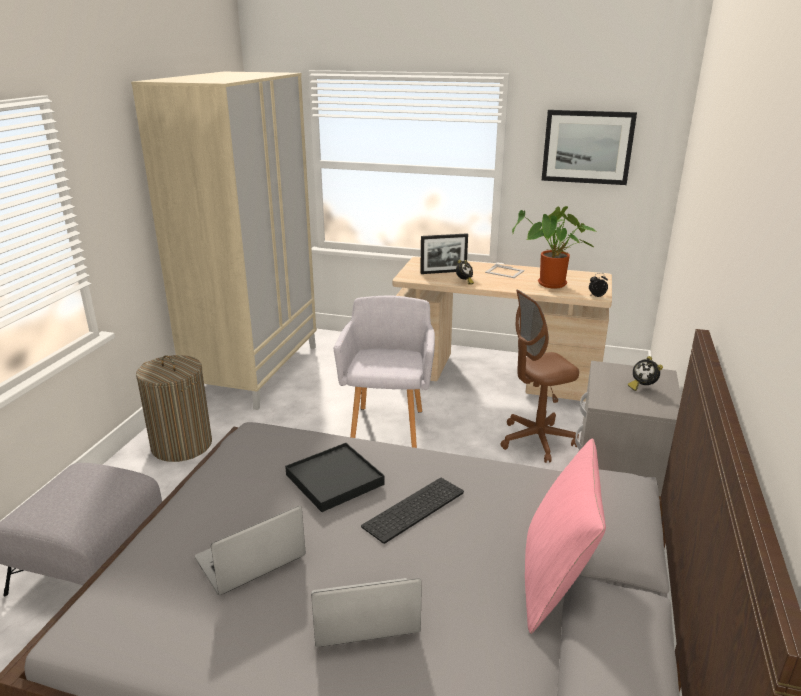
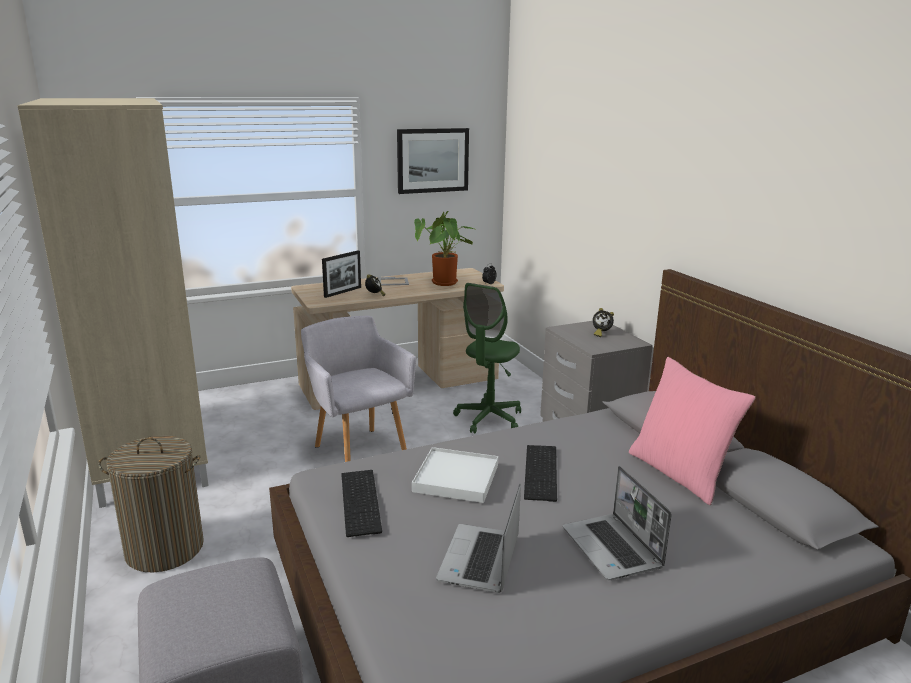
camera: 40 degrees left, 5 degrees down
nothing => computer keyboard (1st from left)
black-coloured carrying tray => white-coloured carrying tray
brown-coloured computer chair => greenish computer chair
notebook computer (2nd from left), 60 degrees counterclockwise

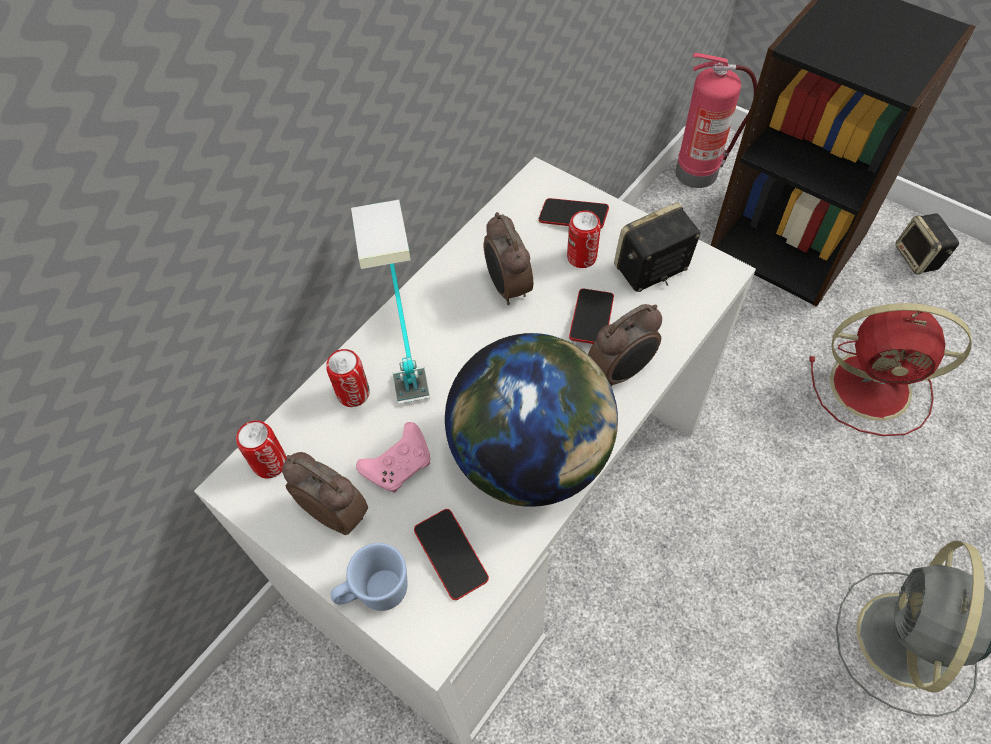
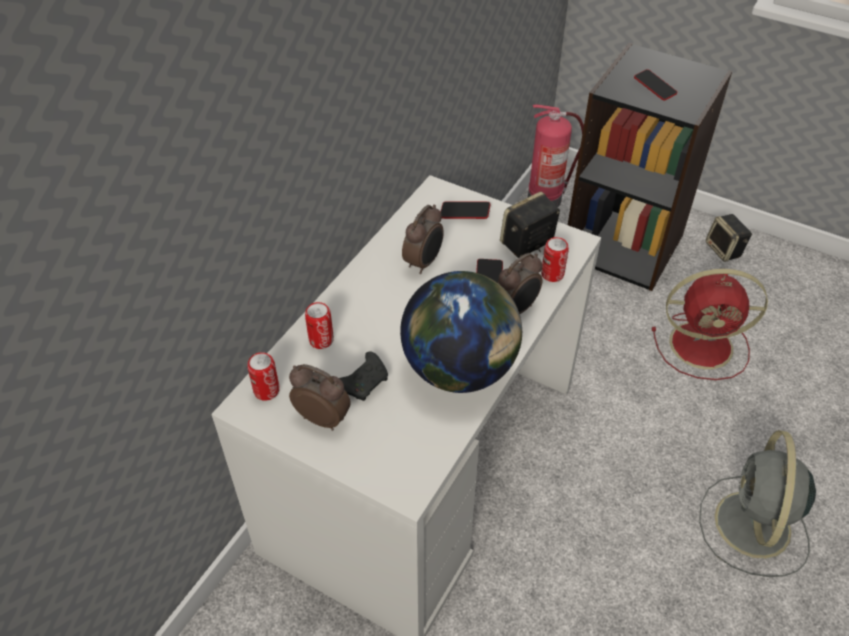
camera: 10 degrees left, 10 degrees down
blue coffee mug => nothing
lamp for a table => nothing
handset (1st from left in the first image) => handset (3rd from left), moved
can (3rd from left), moved
pink gamepad => black-coloured gamepad
table clock (2nd from left), 120 degrees counterclockwise

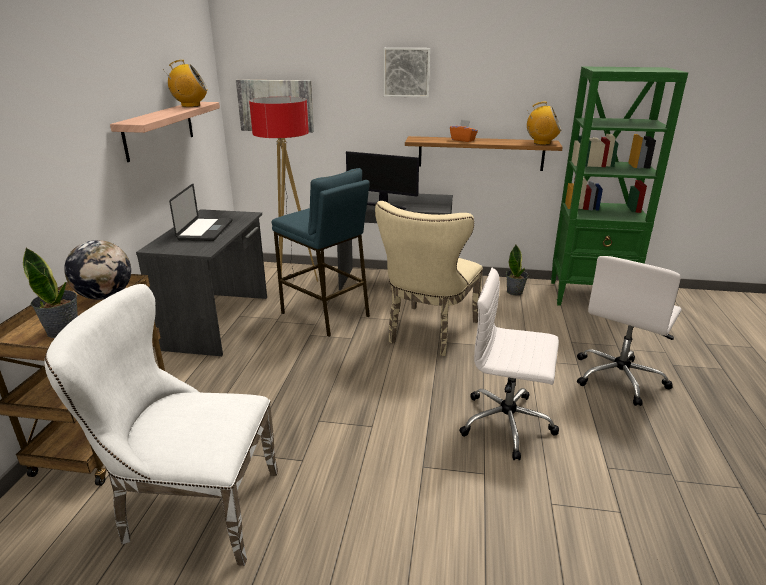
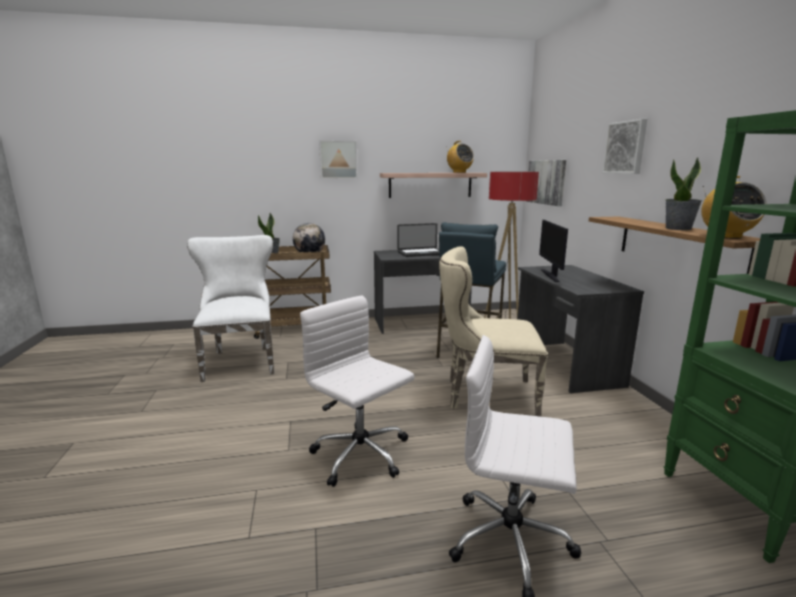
camera: 70 degrees right, 10 degrees down
orange-coloured tissue holder => nothing
nothing => wall picture (1st from left)
plant in a pot (2nd from left), moved
white-coloured computer chair (1st from left), 45 degrees counterclockwise

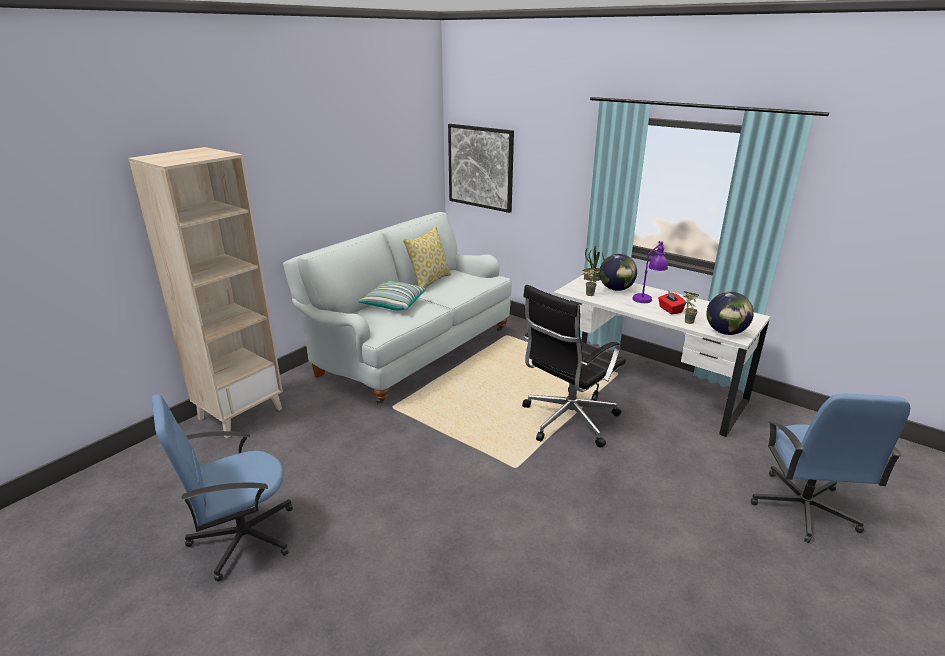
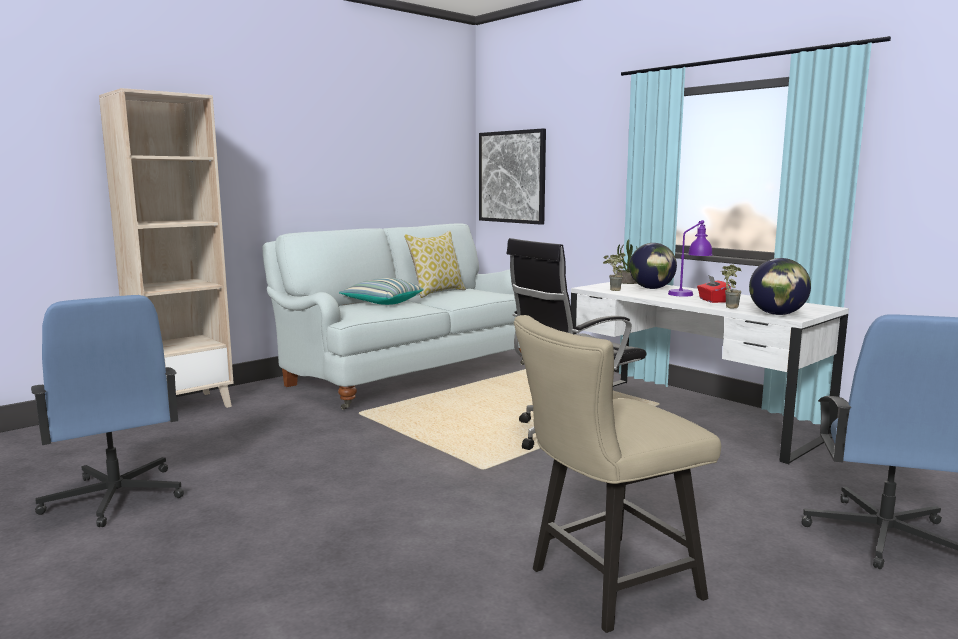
camera: 10 degrees right, 15 degrees down
nothing => beige-coloured chair
blue computer chair (1st from left), 105 degrees counterclockwise

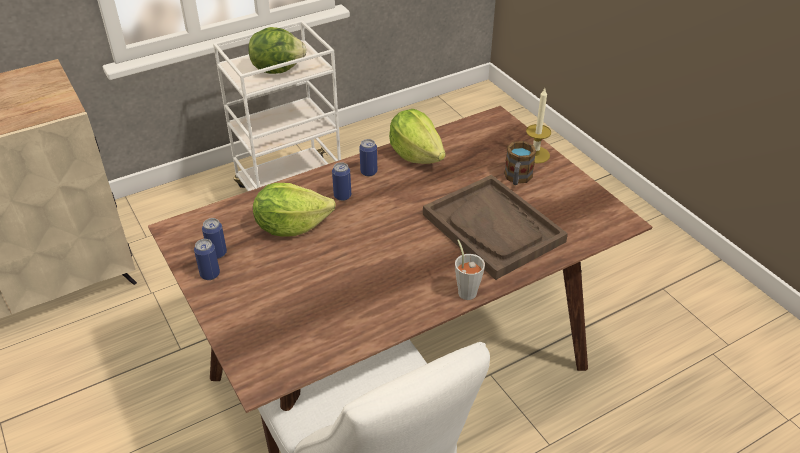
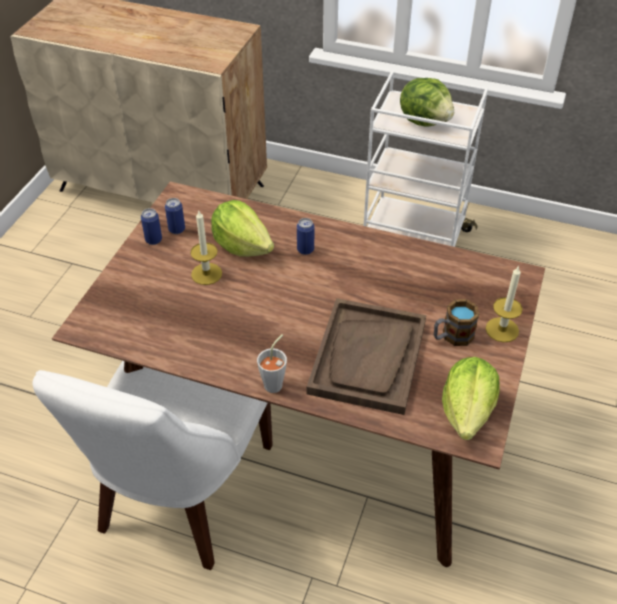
camera: 50 degrees right, 5 degrees up
can (4th from left) => nothing
nothing => wax light (1st from left)
head of lettuce (3rd from left), moved

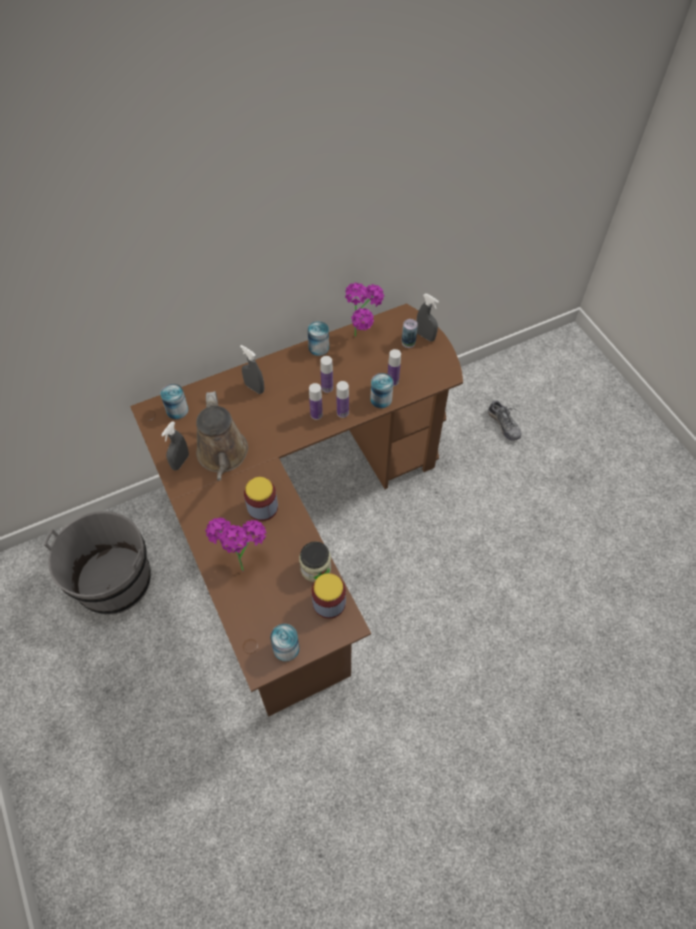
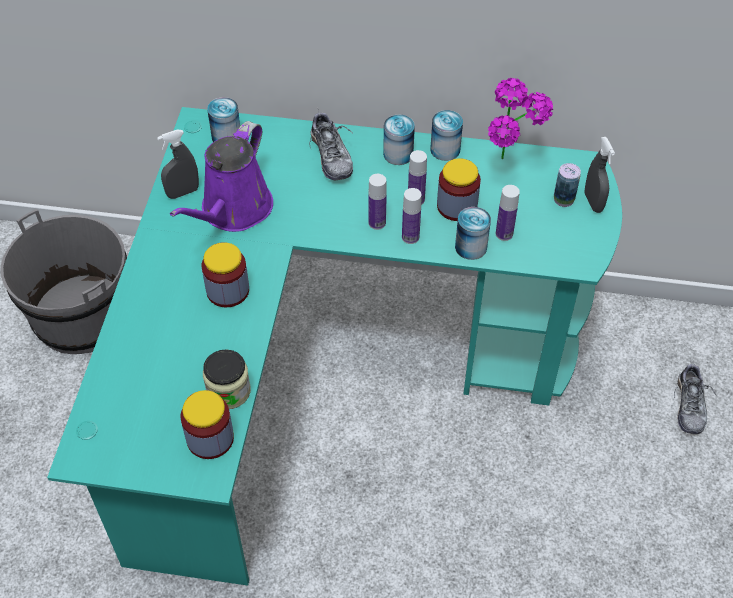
camera: 35 degrees right, 5 degrees down
plant in a pot (1st from left) => nothing
nothing => preserve jar (4th from left)
can (2nd from left), moved
grey spray bottle (2nd from left) => low shoe (1st from left)
brown-coloured desk => turquoise desk
brown-coloured watering pot => purple-coloured watering pot

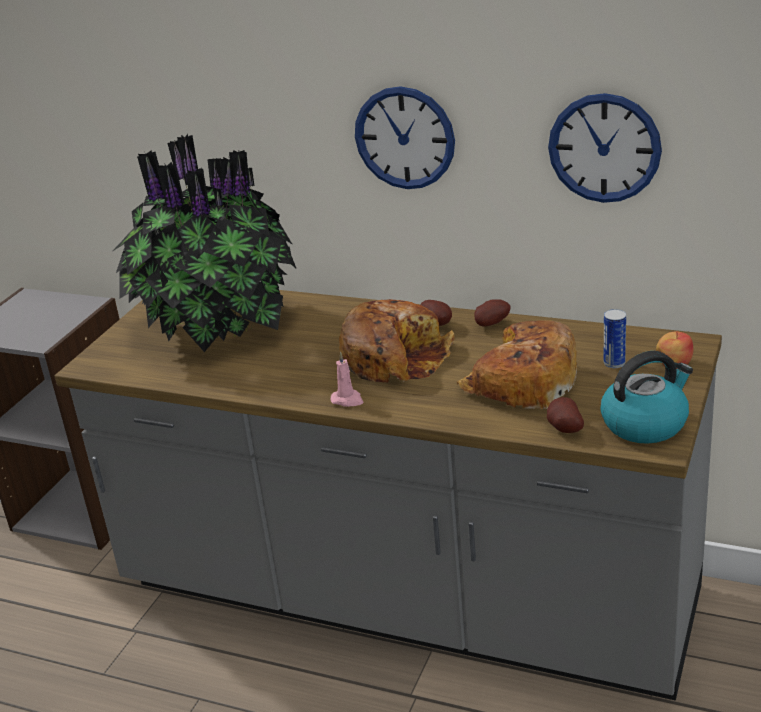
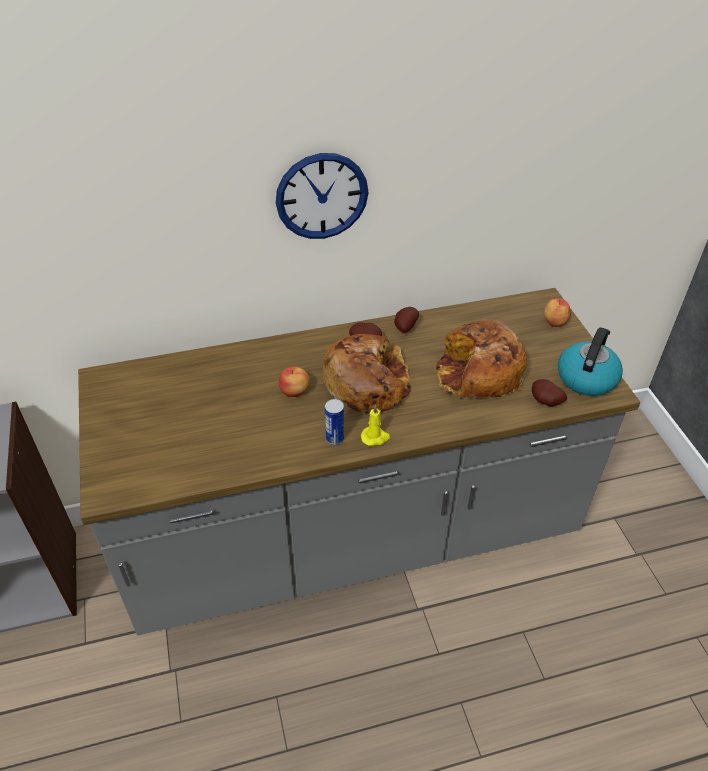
camera: 40 degrees left, 15 degrees up
plant in a pot => nothing
clock on the wall (2nd from left) => nothing
nothing => apple fruit (1st from left)
can, moved
pink wax light => yellow-coloured wax light

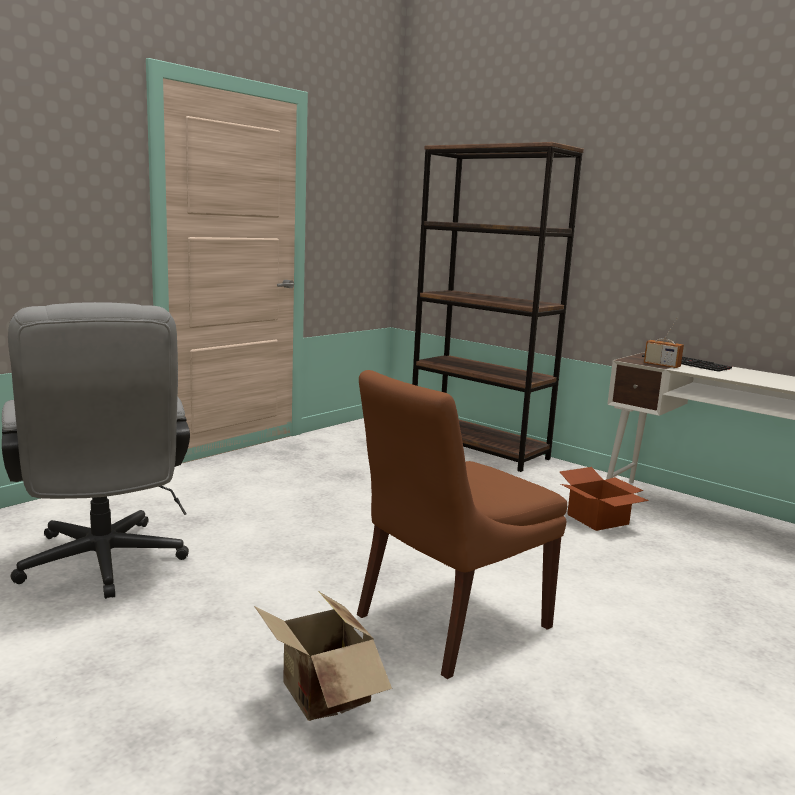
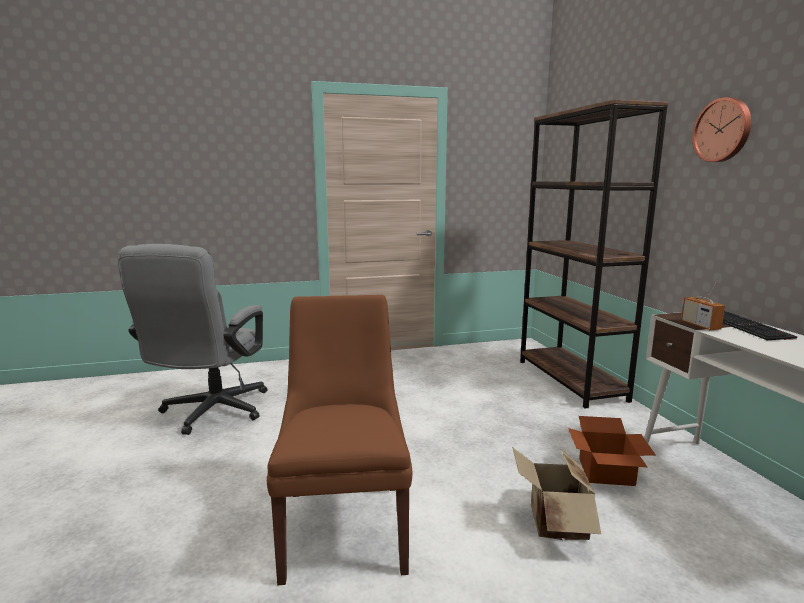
camera: 35 degrees right, 0 degrees up
nothing => clock on the wall
packing box (1st from left), moved
brown-coloured chair, 90 degrees clockwise

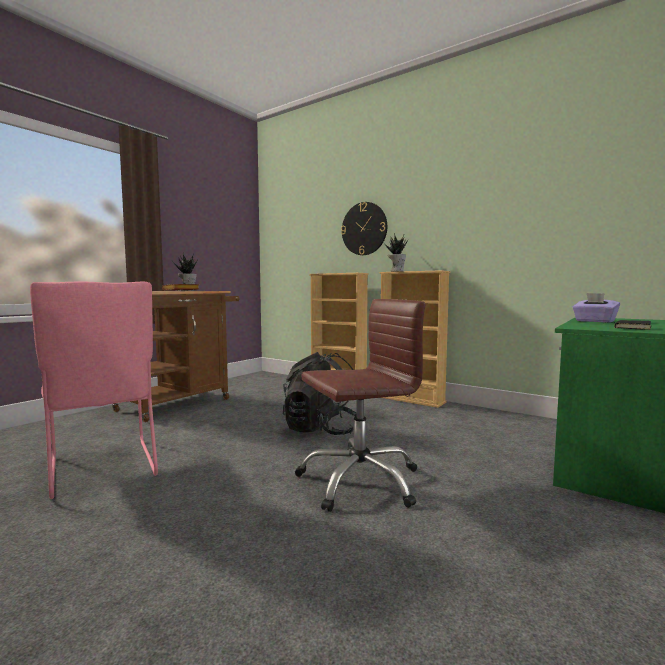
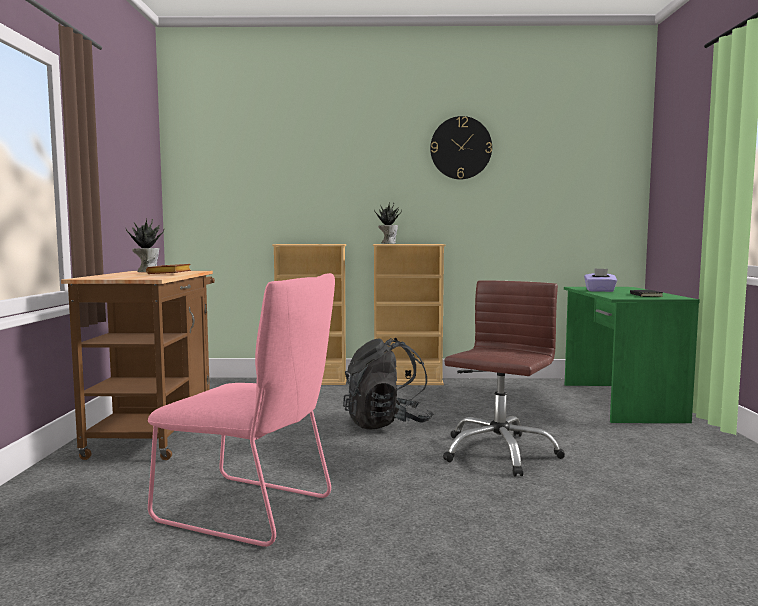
camera: 35 degrees left, 0 degrees up
clock on the wall, moved

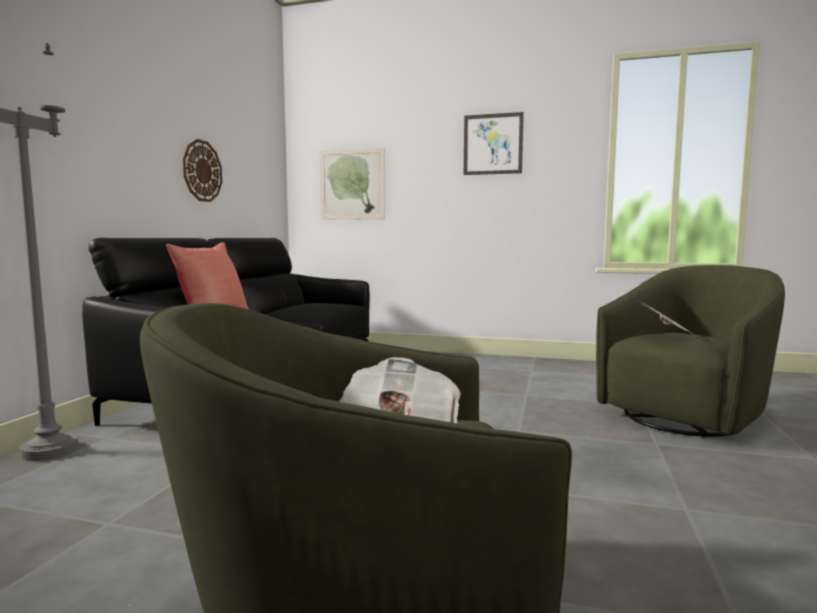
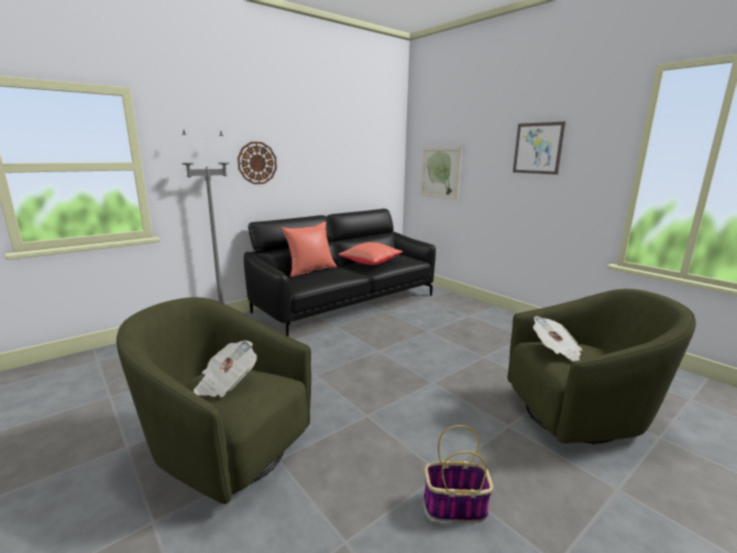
camera: 35 degrees right, 10 degrees up
nothing => red cushion (2nd from left)
nothing => storage basket
clock on the wall, moved

